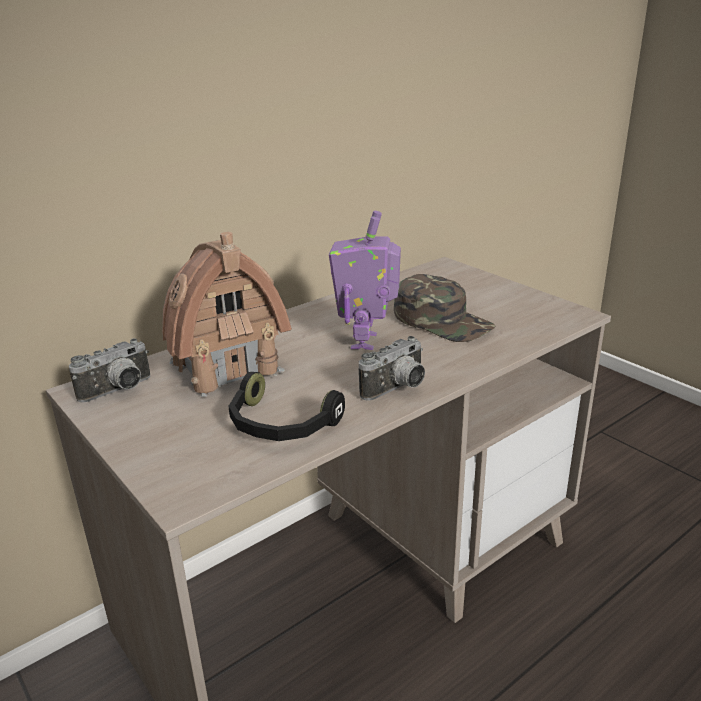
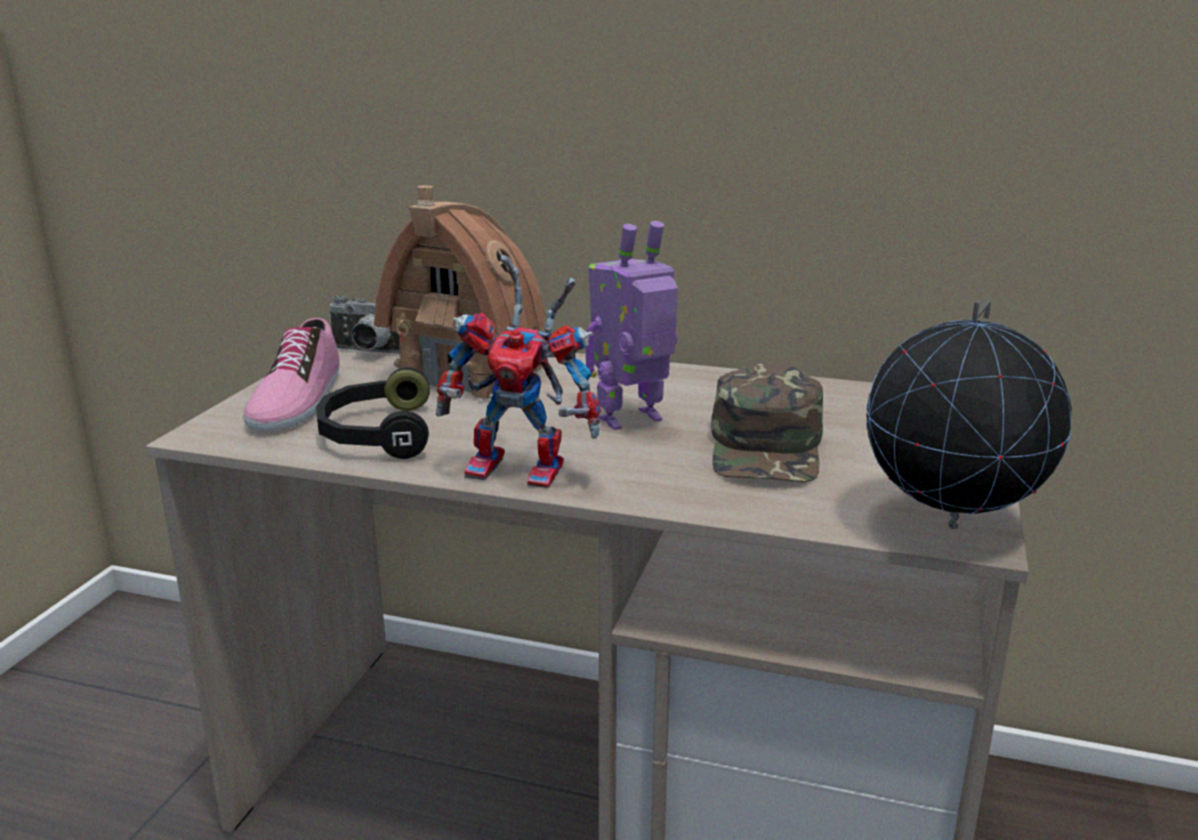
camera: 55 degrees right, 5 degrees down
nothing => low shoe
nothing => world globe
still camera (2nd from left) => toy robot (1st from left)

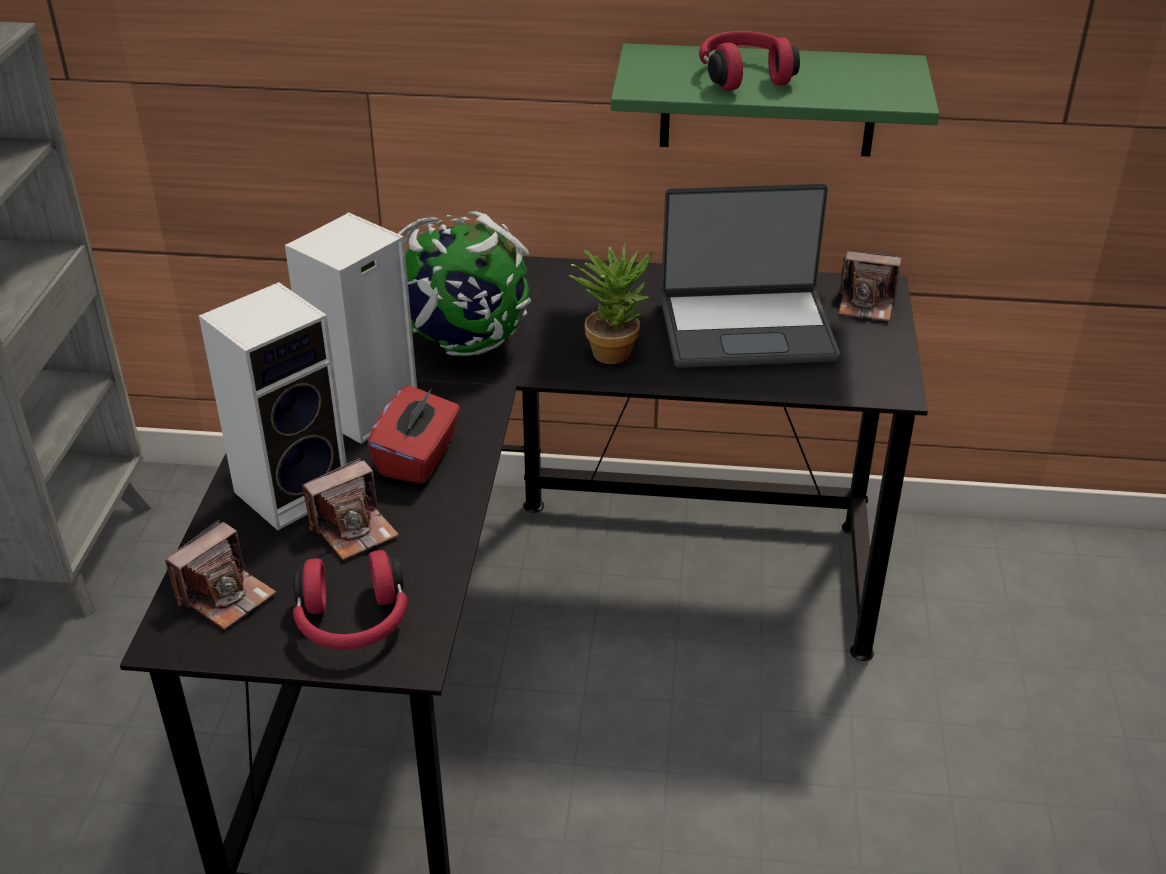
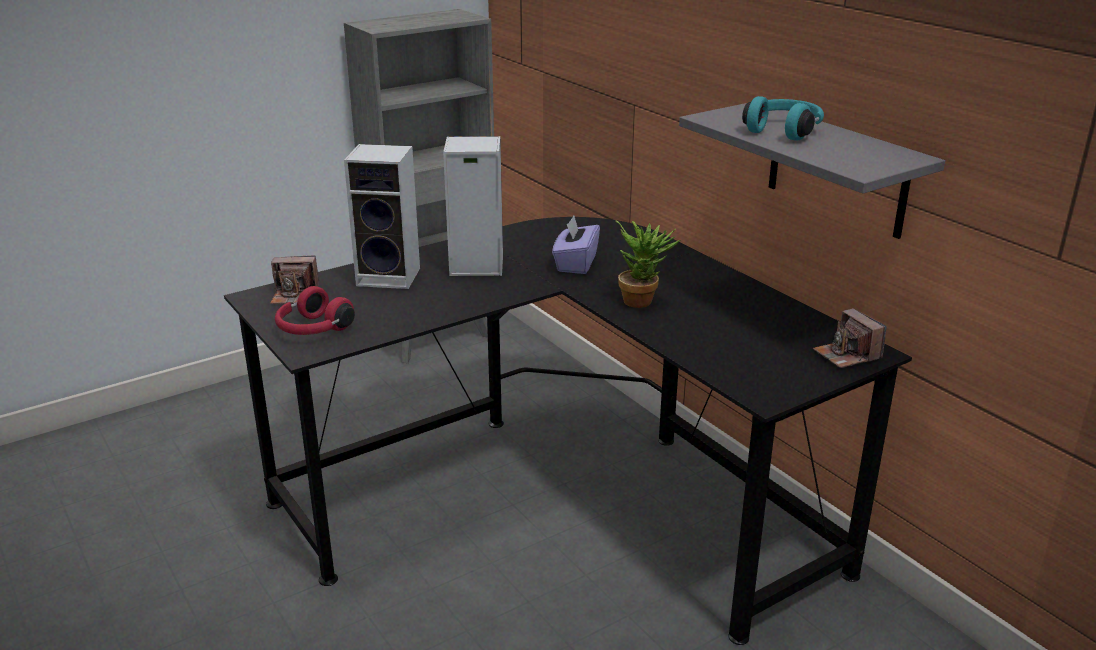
camera: 50 degrees right, 10 degrees down
still camera (2nd from left) => nothing
red tissue holder => nothing
notebook computer => nothing
world globe => purple-coloured tissue holder
greenish wall shelf => grey wall shelf
red pair of headphones (2nd from left) => turquoise pair of headphones

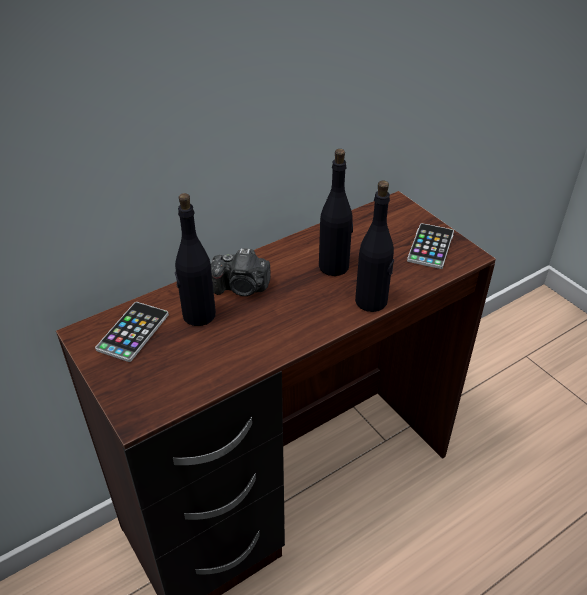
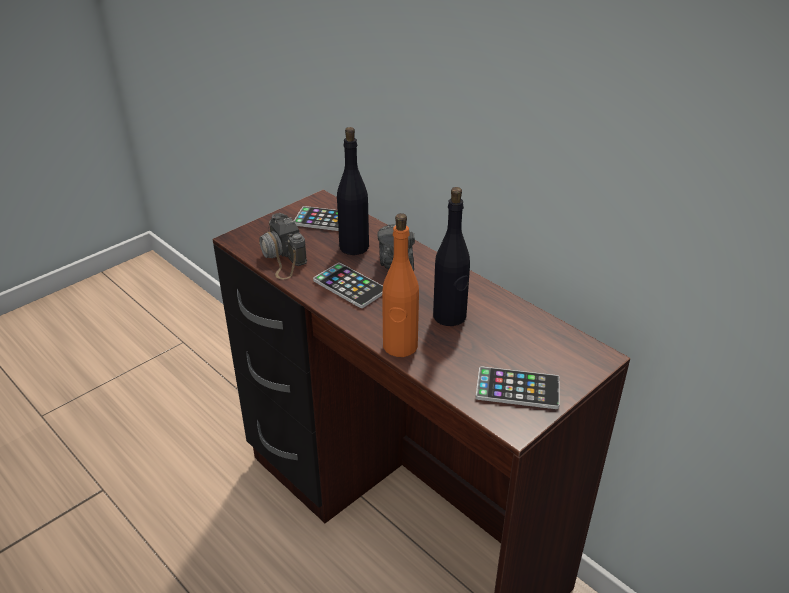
camera: 80 degrees right, 5 degrees down
nothing => still camera (1st from left)
nothing => handset (2nd from left)
black-coloured bottle (3rd from left) => orange-coloured bottle

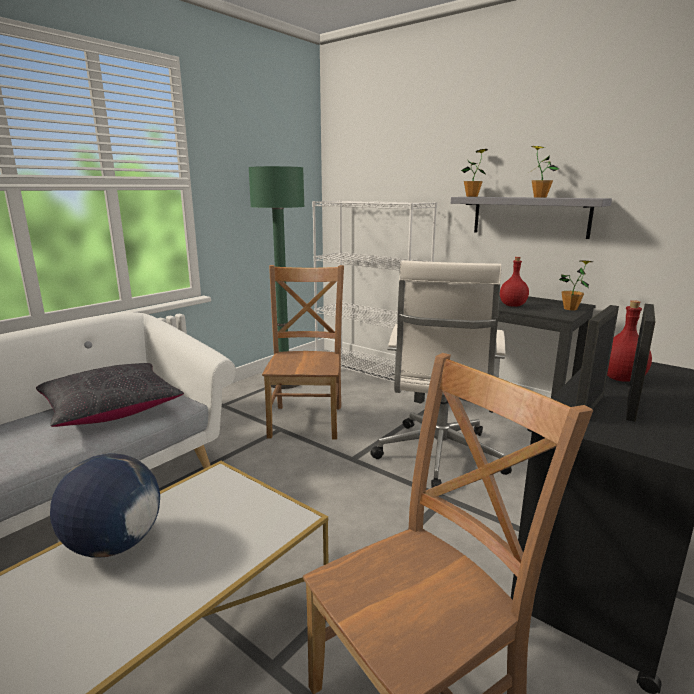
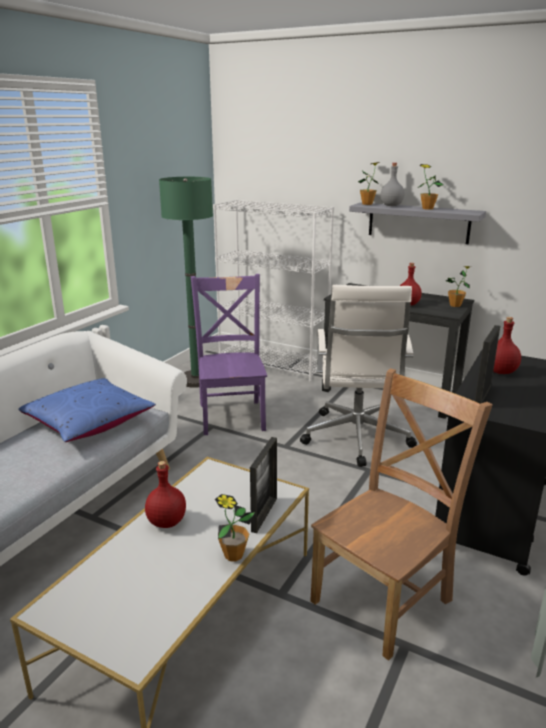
camera: 10 degrees left, 5 degrees up
nothing => plant in a pot (1st from left)
nothing => grey bottle
standing frame (2nd from left in the first image) => standing frame (1st from left), moved
world globe => red bottle (1st from left)
black-coloured cushion => blue cushion
brown-coloured chair (1st from left) => purple-coloured chair

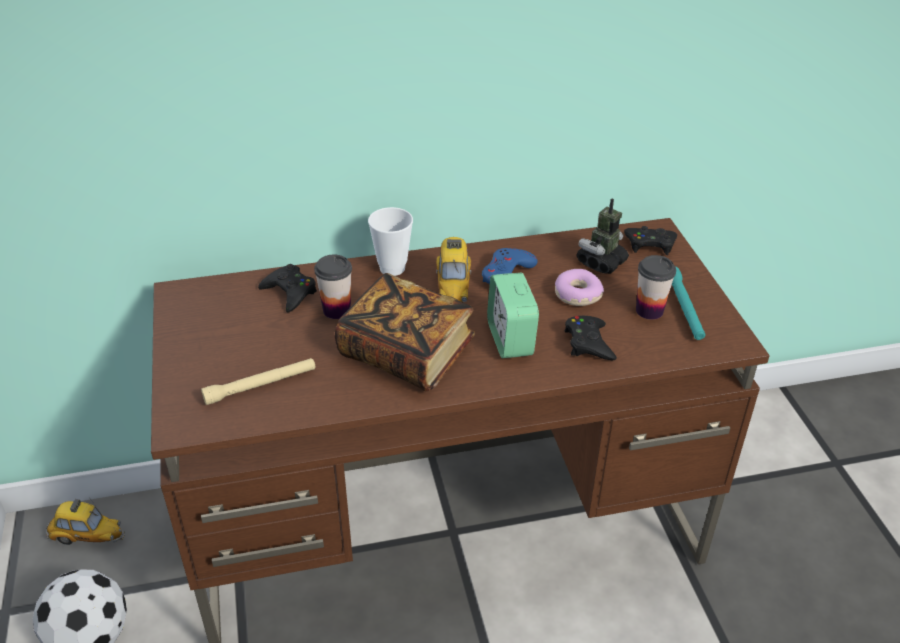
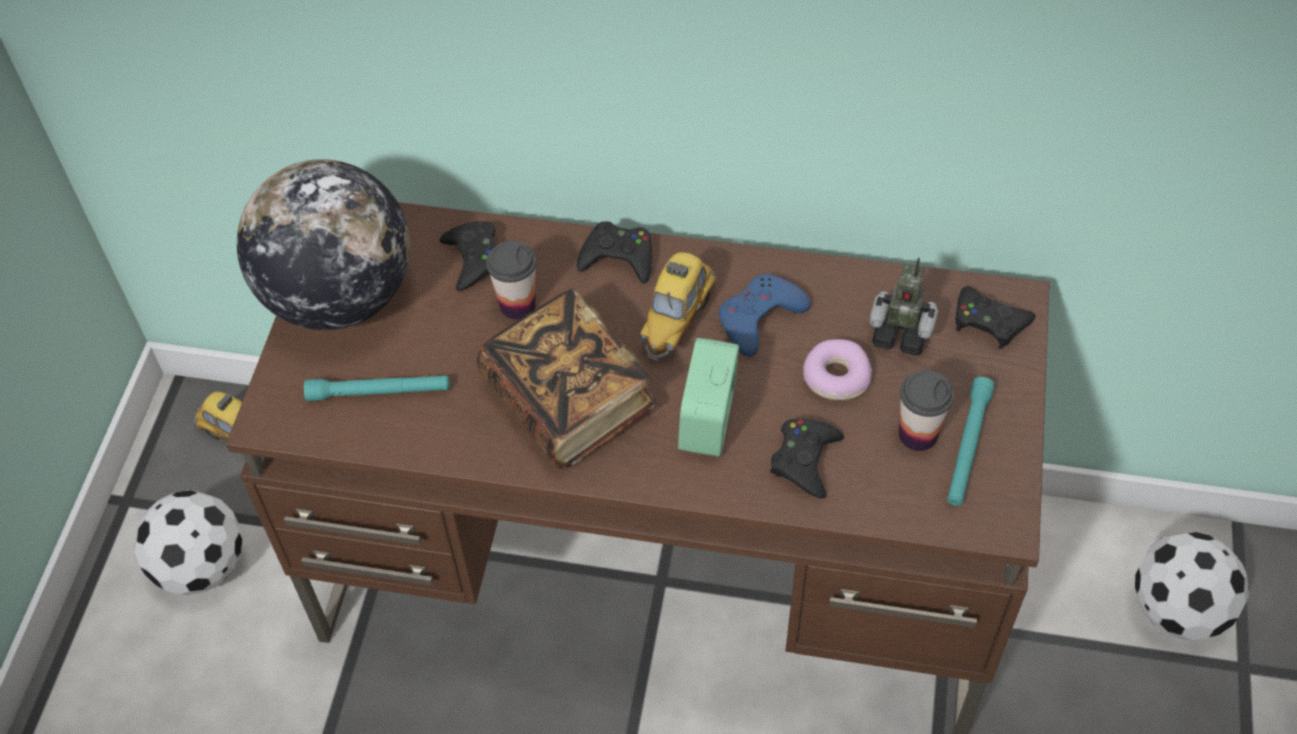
camera: 25 degrees right, 15 degrees up
nothing => world globe
nothing => ball for football (2nd from left)
cup (2nd from left) => black-coloured gamepad (2nd from left)
beige-coloured torch => turquoise torch (1st from left)
toy robot, 135 degrees counterclockwise

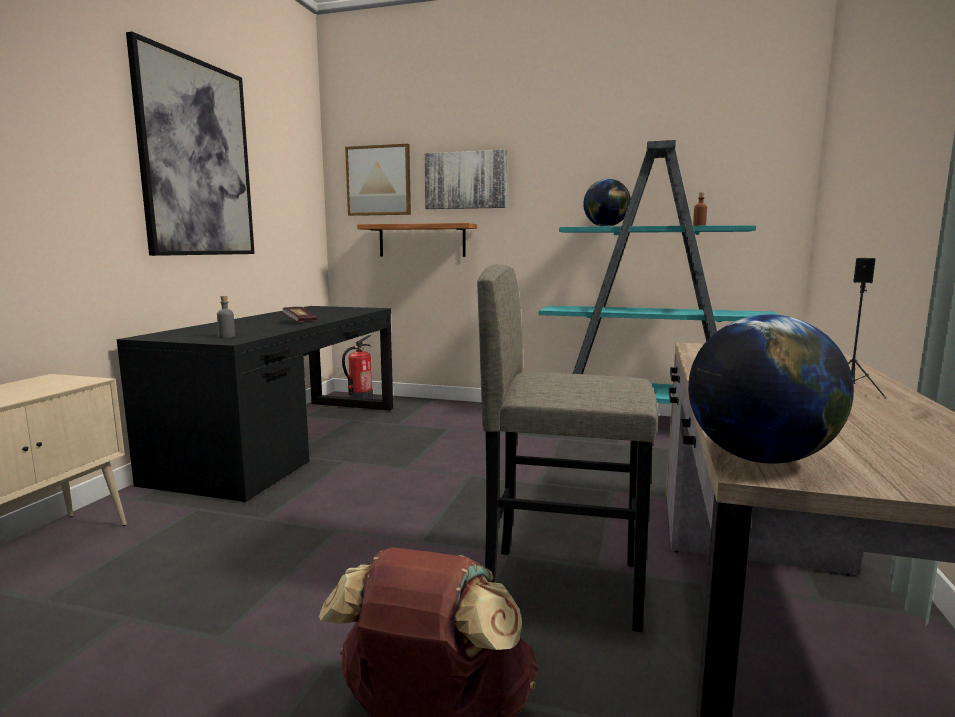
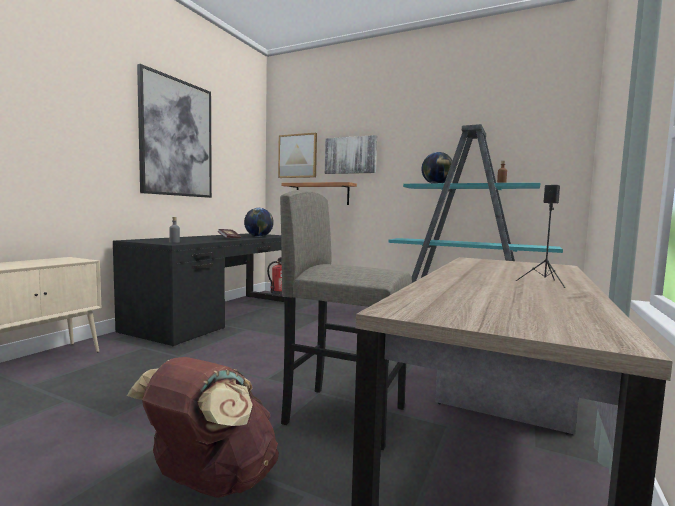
camera: 10 degrees right, 5 degrees down
world globe (2nd from left in the first image) => world globe (1st from left), moved

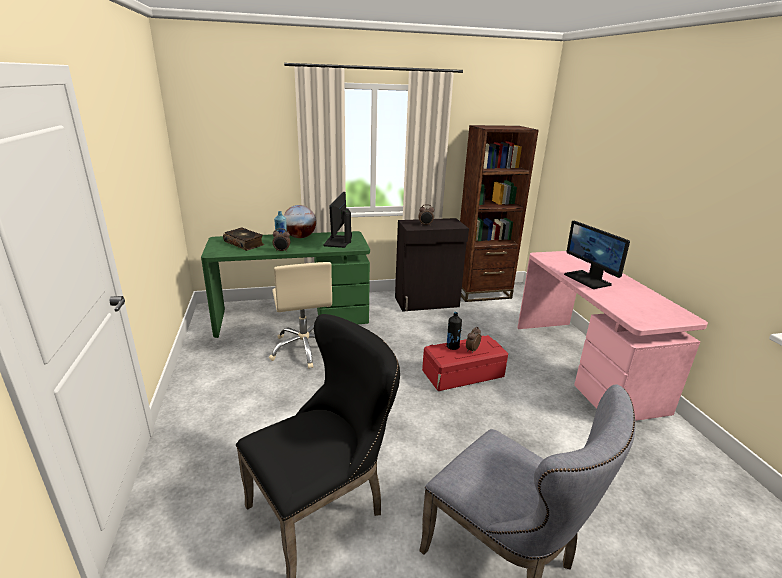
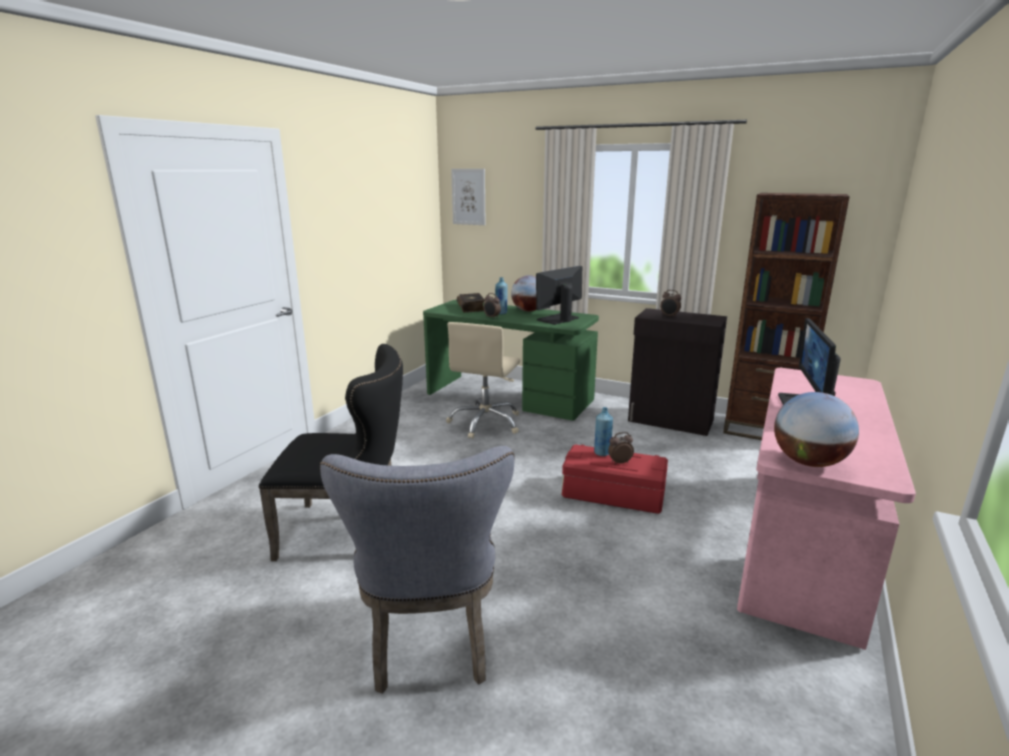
camera: 40 degrees right, 5 degrees down
nothing => wall picture
nothing => world globe (2nd from left)
black-coloured bottle => blue bottle (2nd from left)

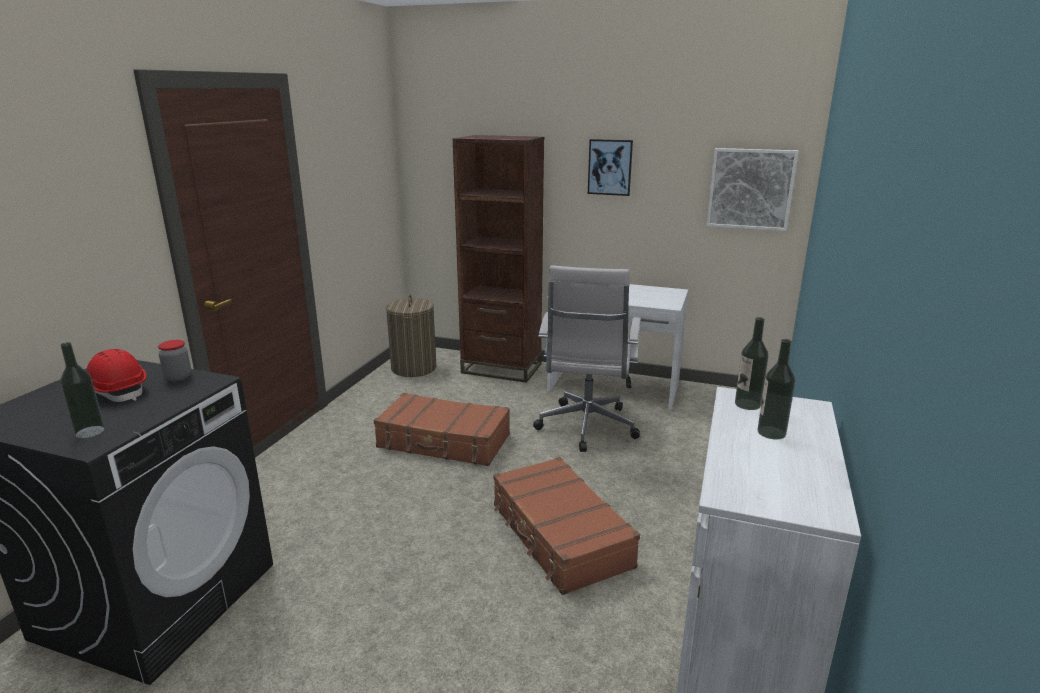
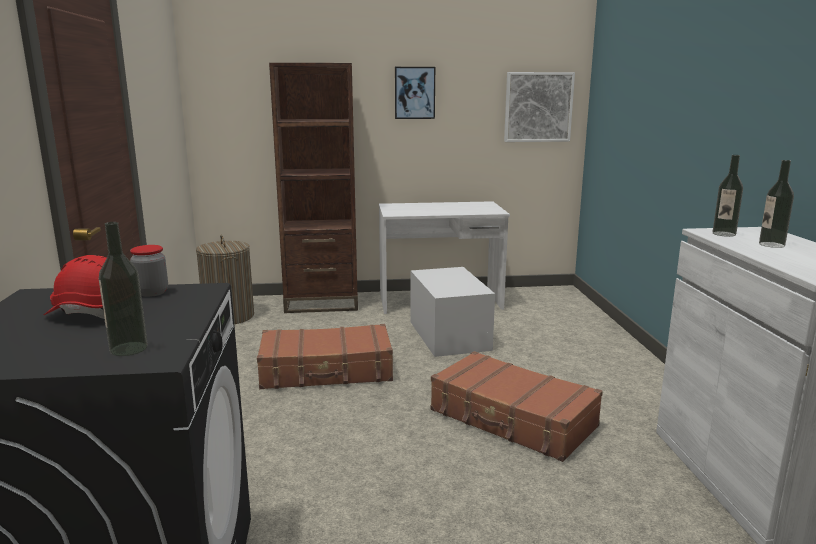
camera: 25 degrees left, 5 degrees down
white-coloured computer chair => white-coloured storage bin

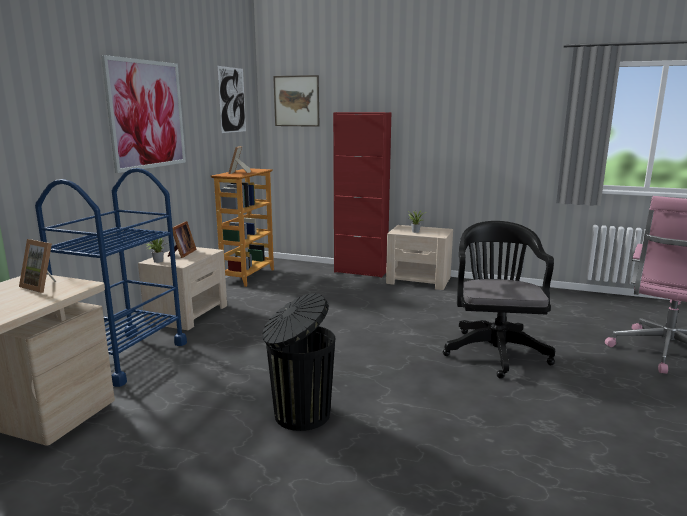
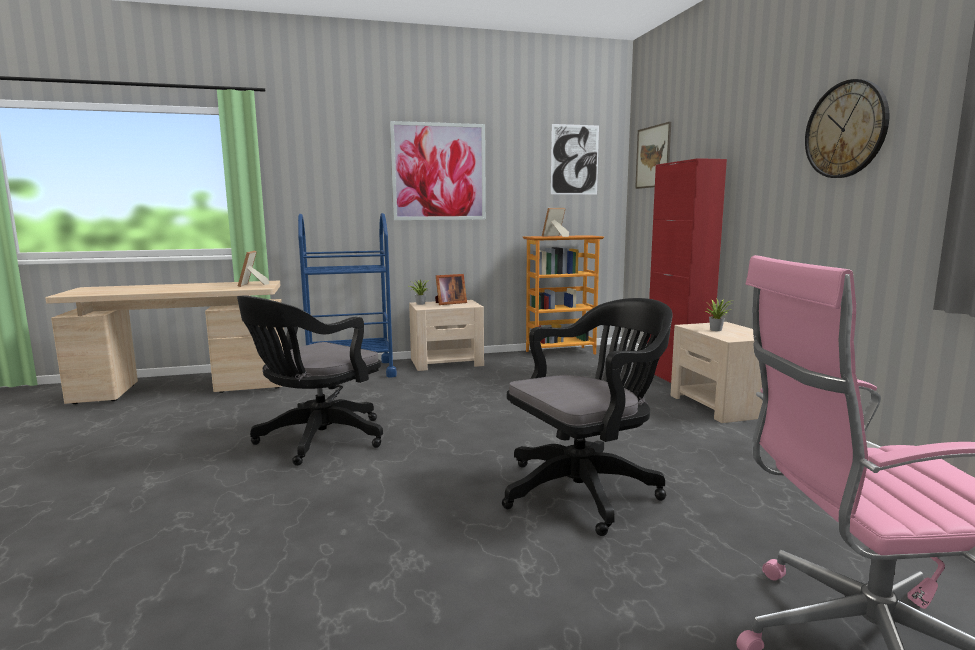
camera: 55 degrees right, 5 degrees down
nothing => clock on the wall
black-coloured rubbish bin => black-coloured computer chair (1st from left)

